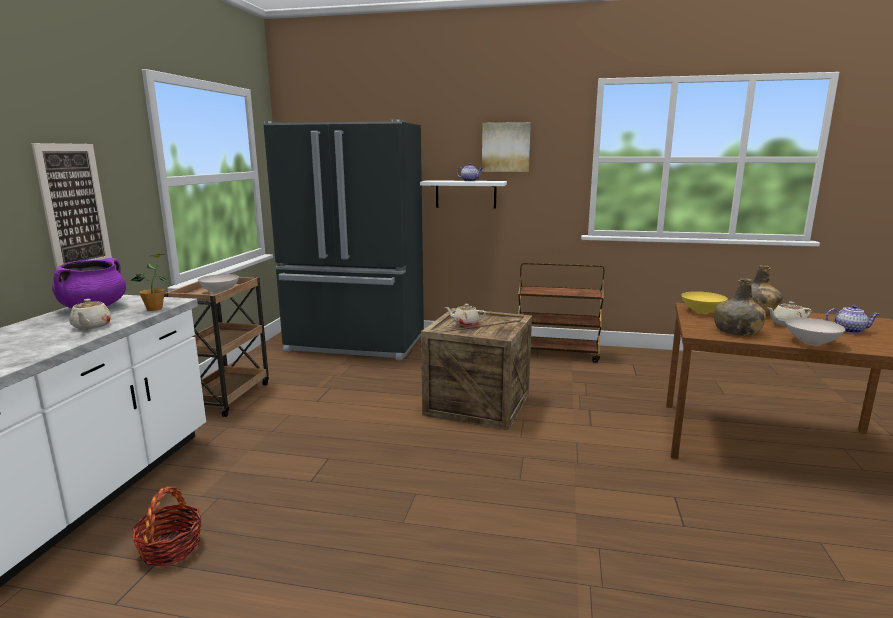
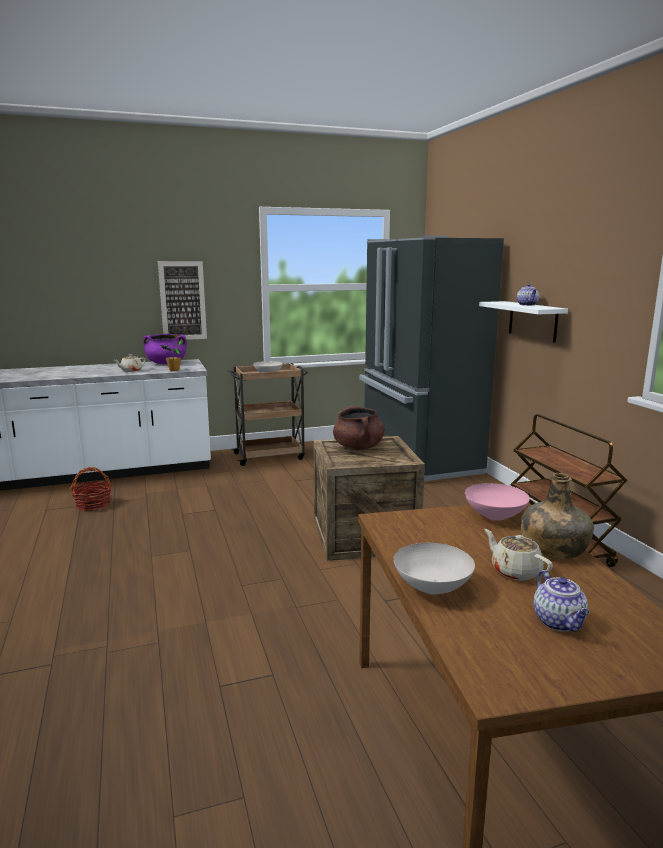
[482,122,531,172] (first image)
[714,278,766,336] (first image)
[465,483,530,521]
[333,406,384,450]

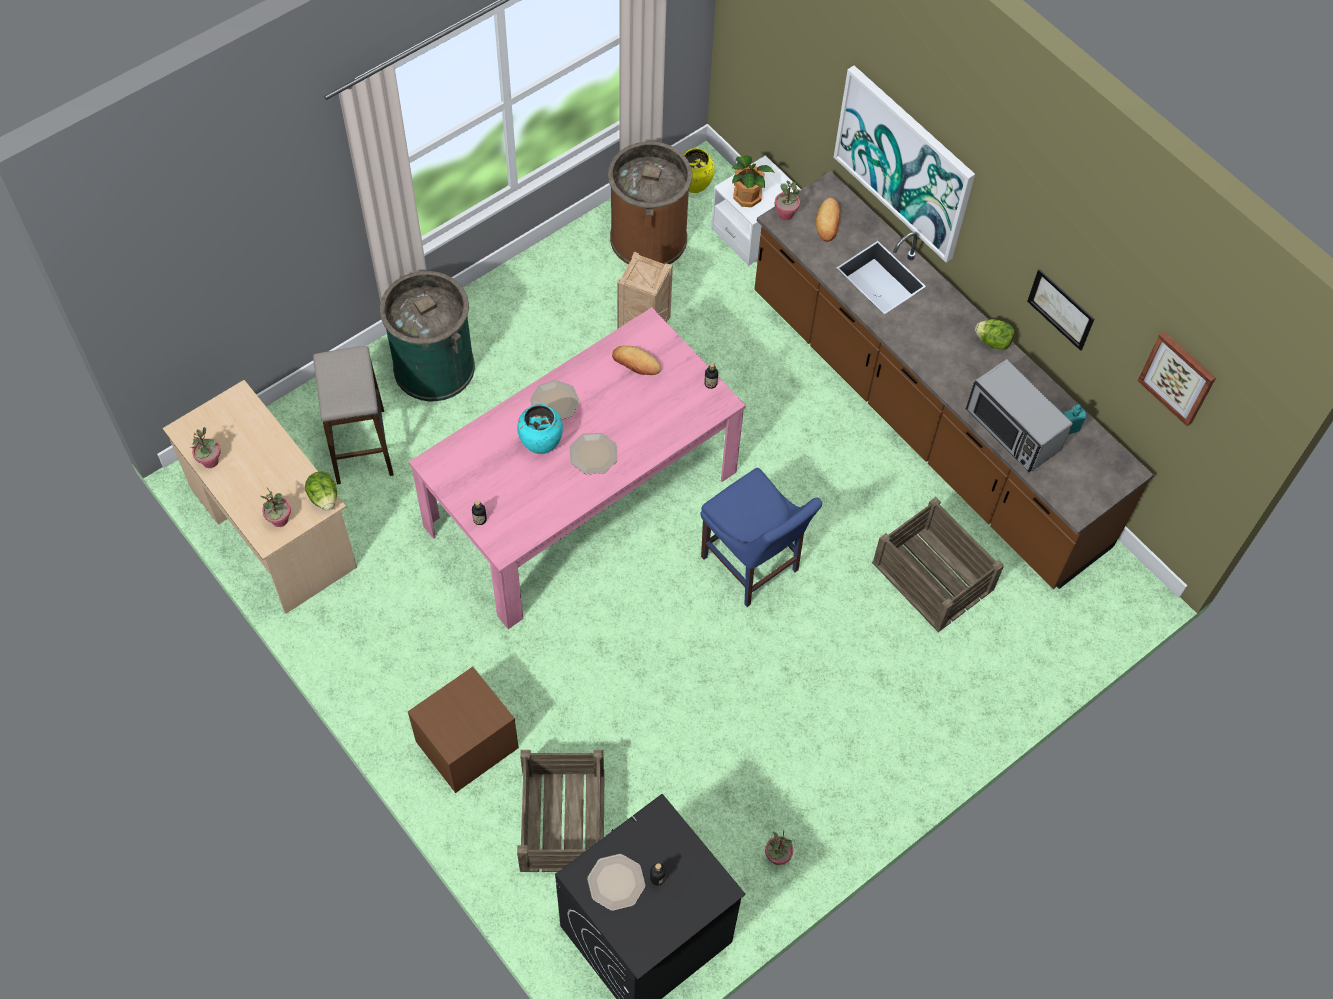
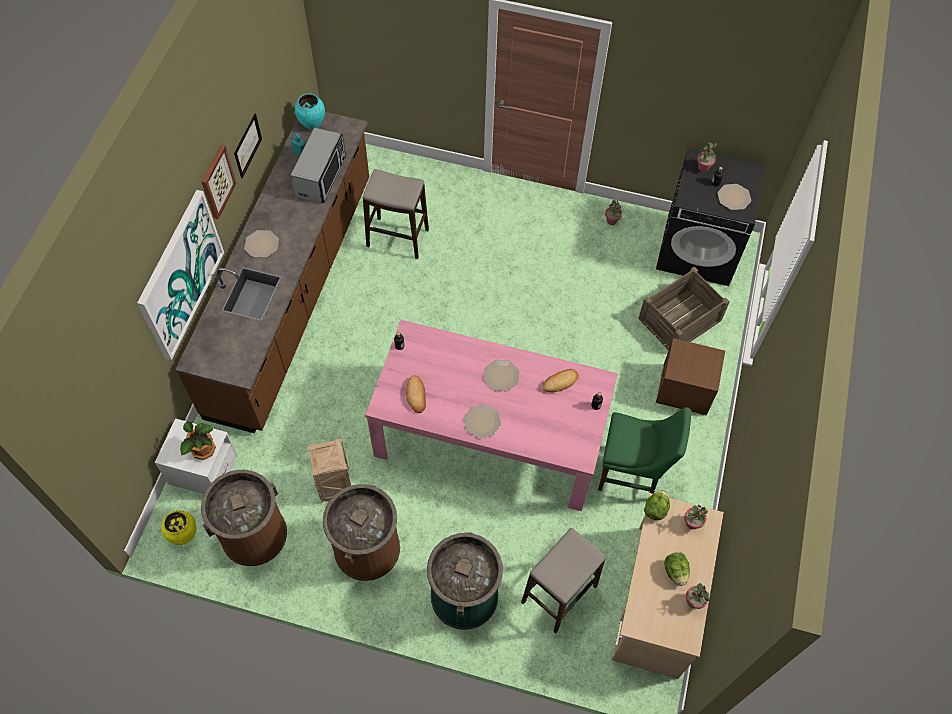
[697,143,717,172]
[542,369,579,392]
[664,552,690,586]
[201,145,237,219]
[295,93,325,130]
[700,468,822,607] (first image)
[363,169,429,259]
[244,230,279,258]
[598,407,691,494]
[323,484,400,581]

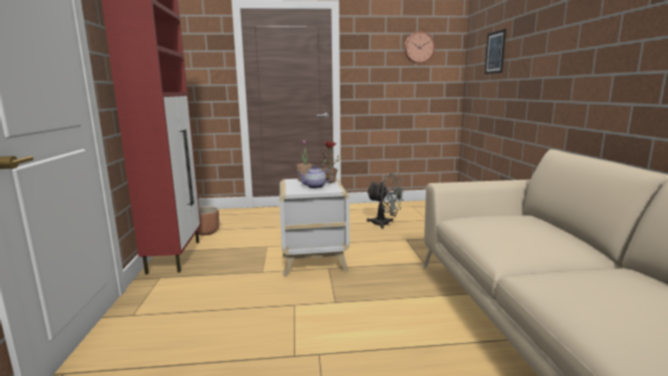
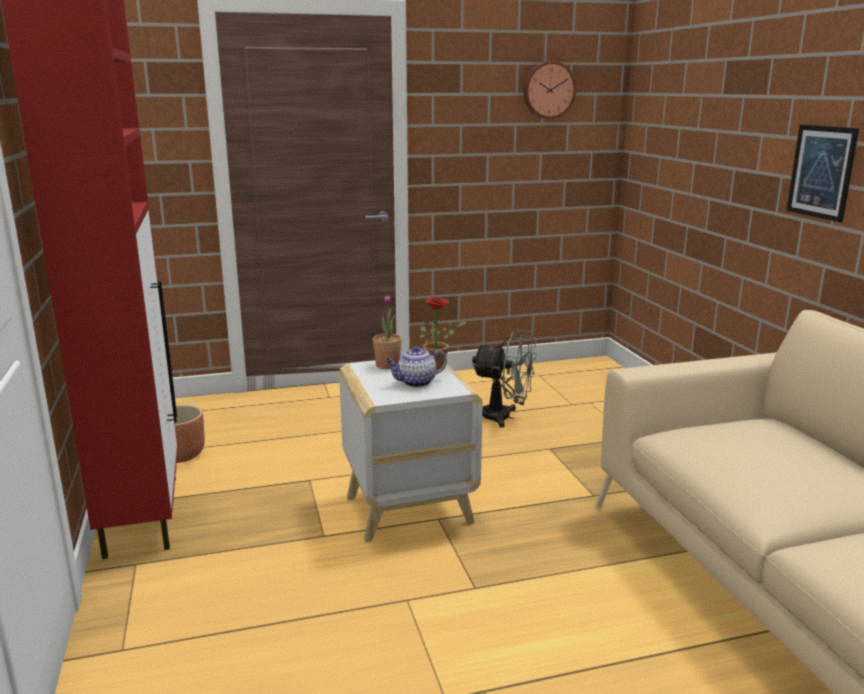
[787,125,859,222]

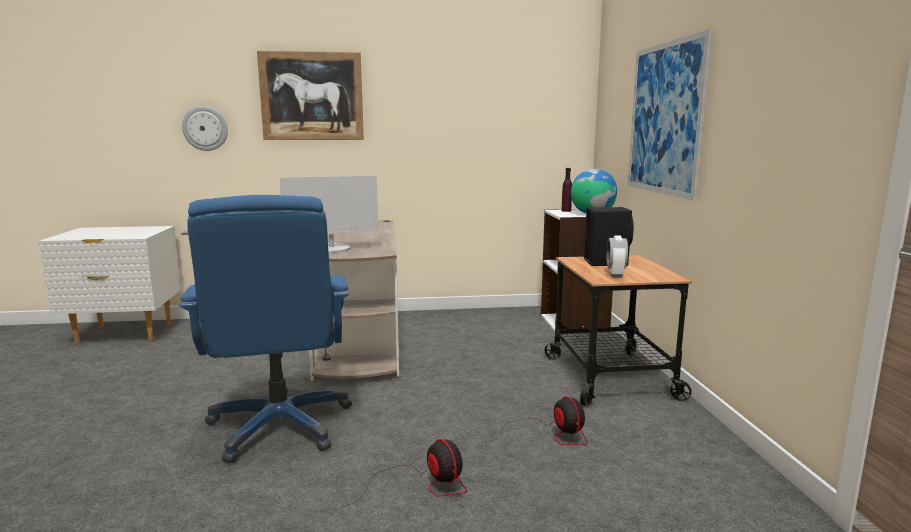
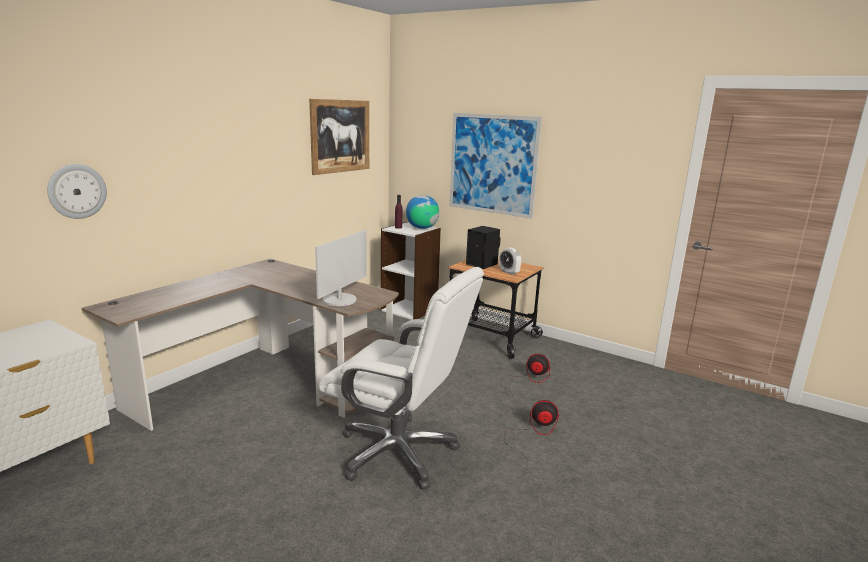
[309,99,369,175]
[318,267,484,490]

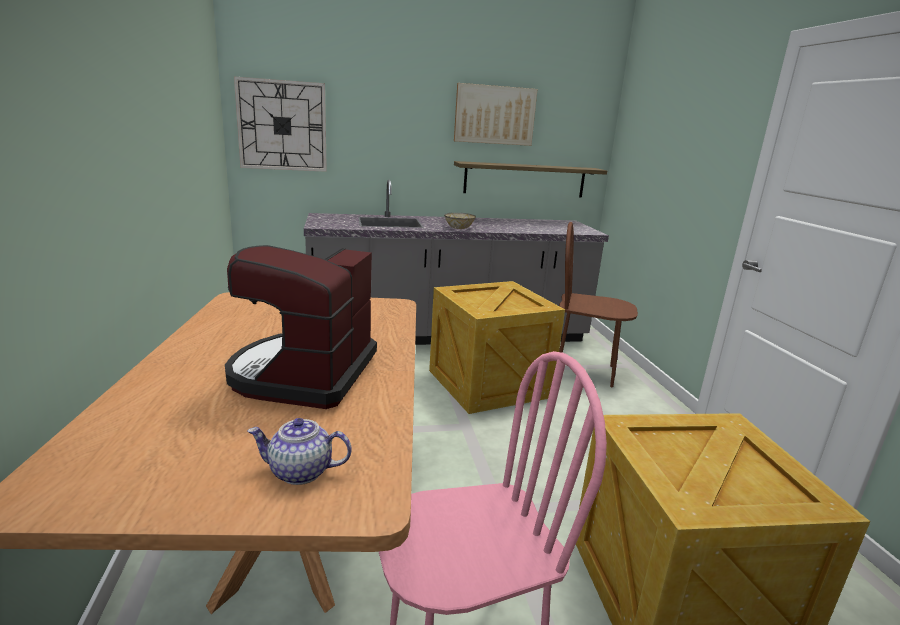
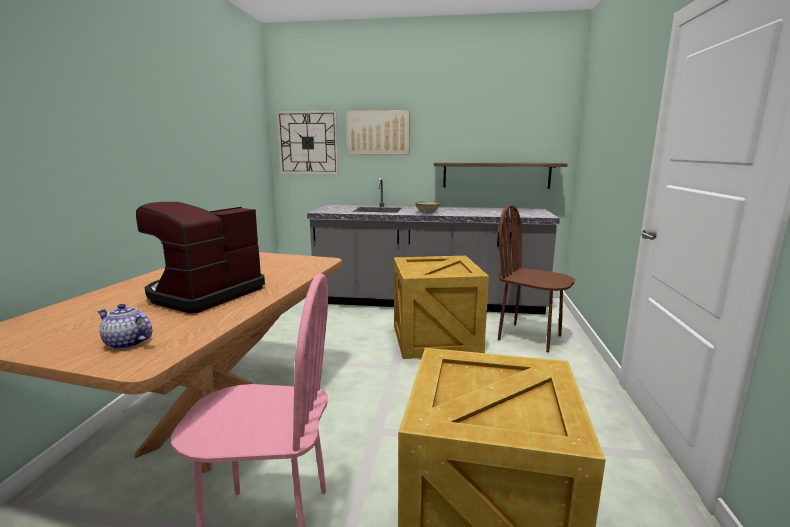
[346,110,410,155]

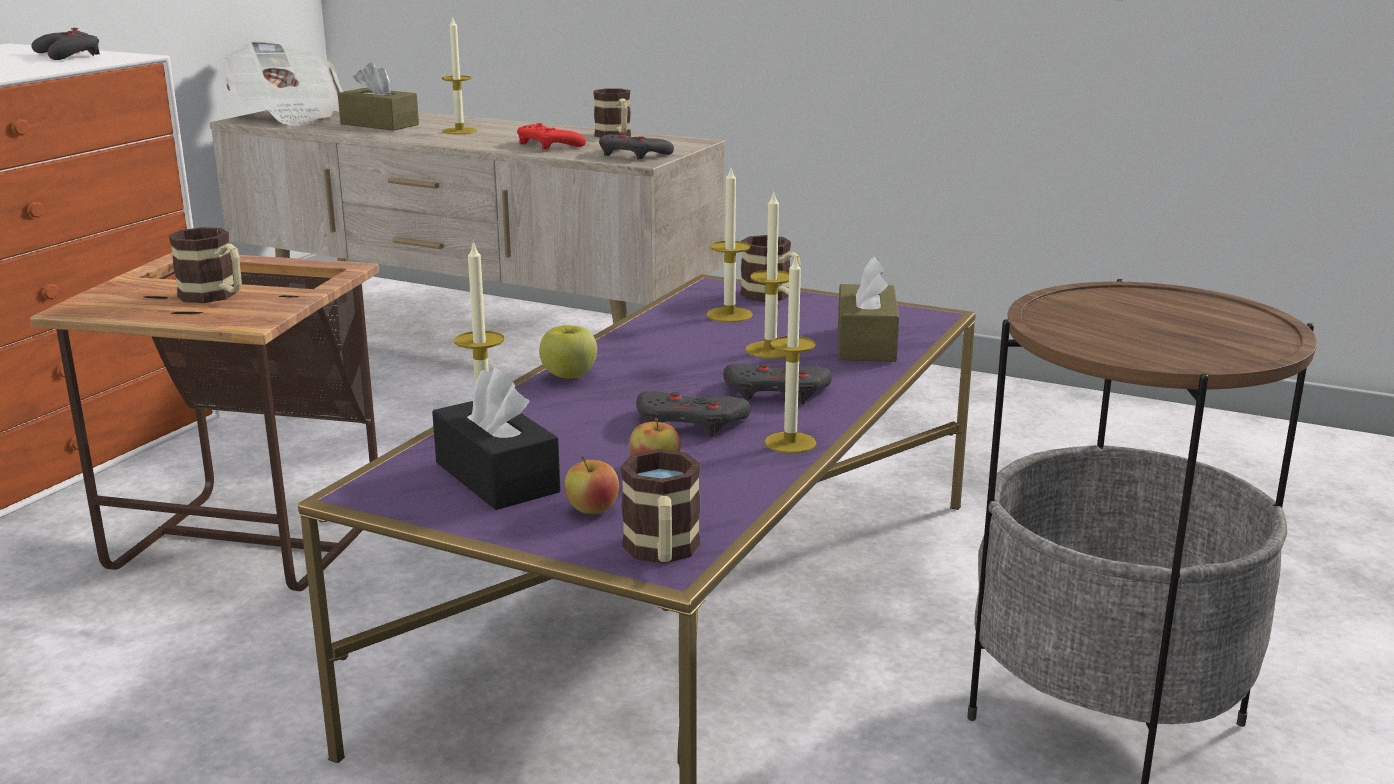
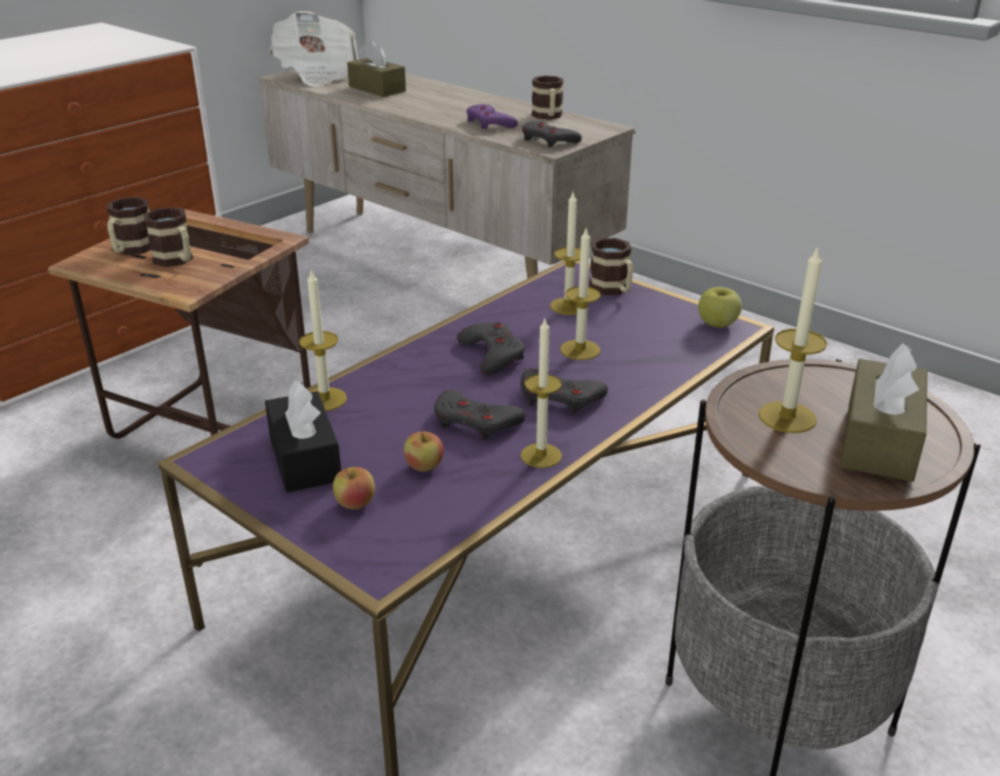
[758,246,827,433]
[457,322,525,375]
[466,104,518,129]
[840,343,927,482]
[698,287,742,327]
[106,197,151,255]

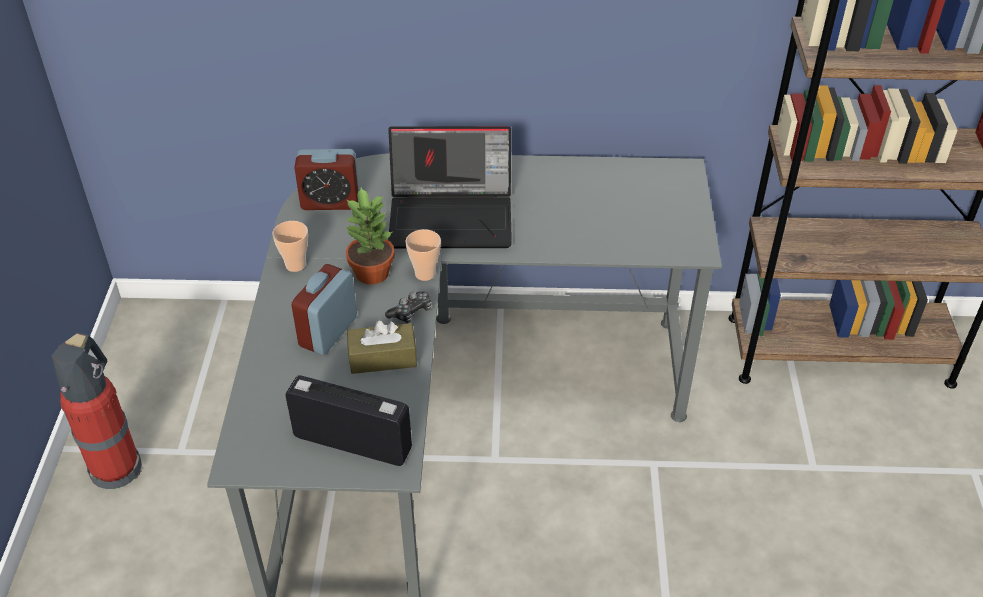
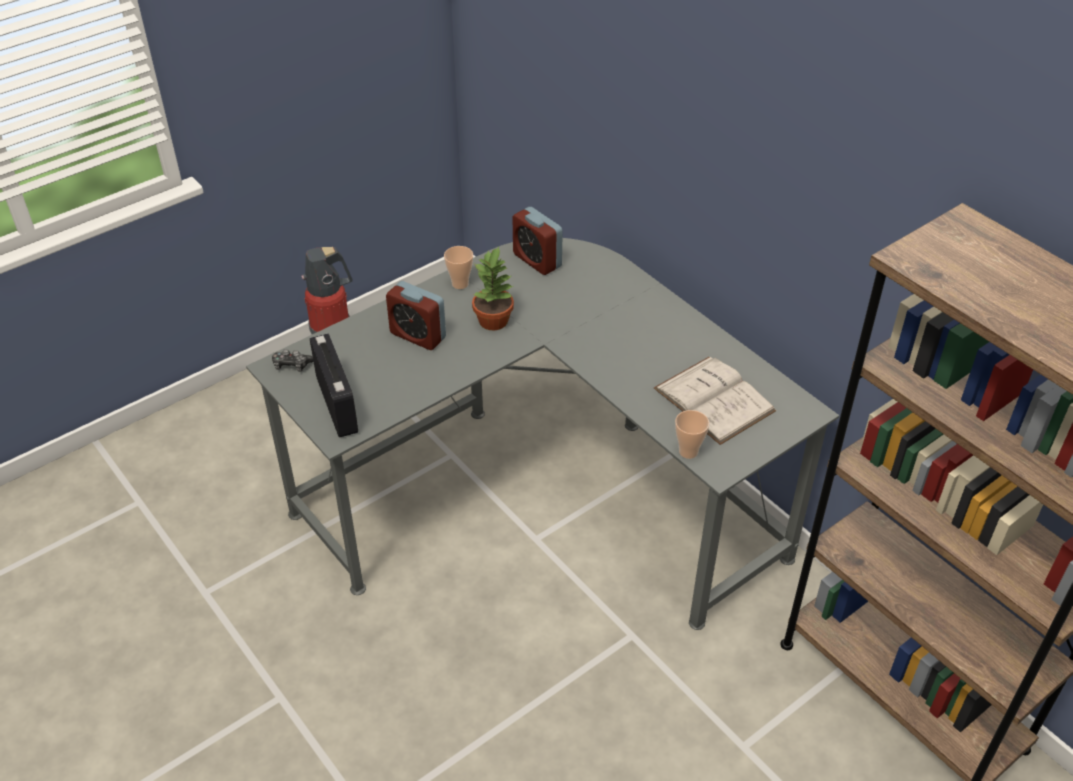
[388,126,512,248] (first image)
[675,410,710,459]
[386,281,446,350]
[272,349,313,372]
[347,321,417,374] (first image)
[654,357,776,445]

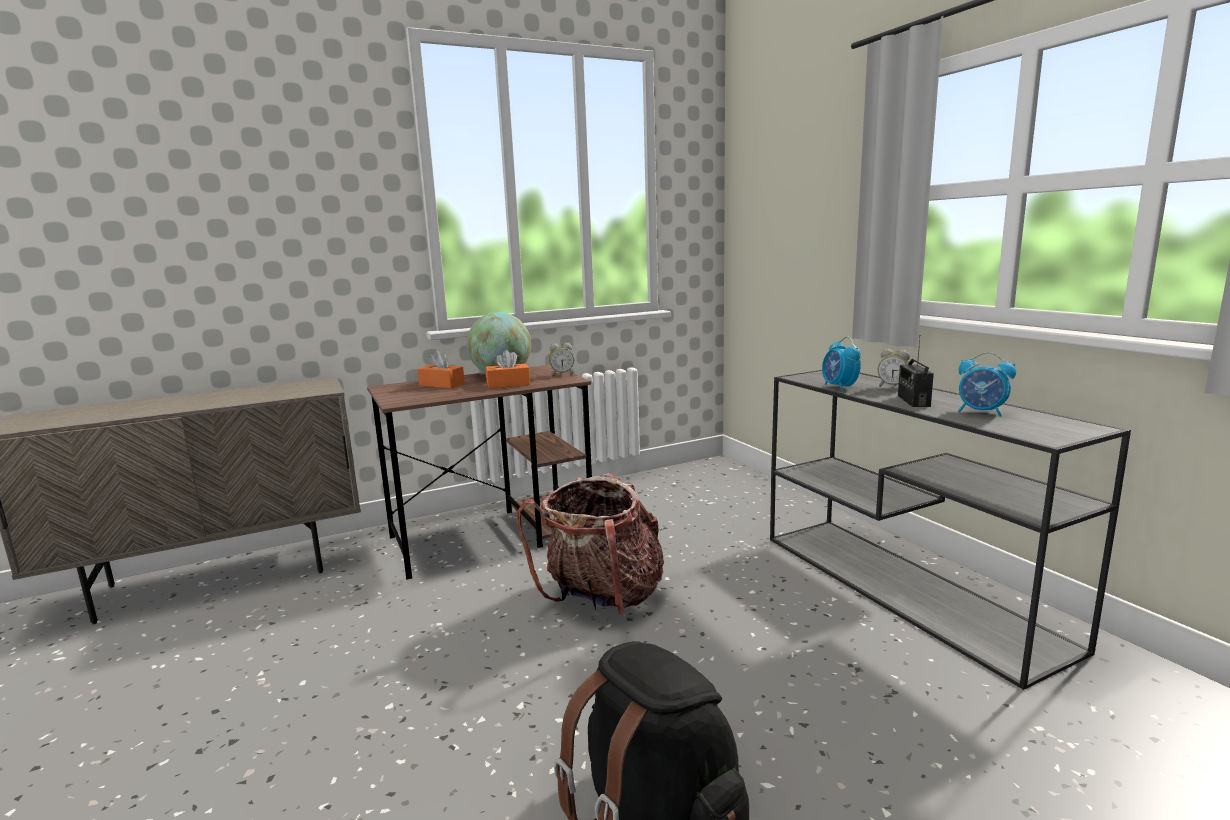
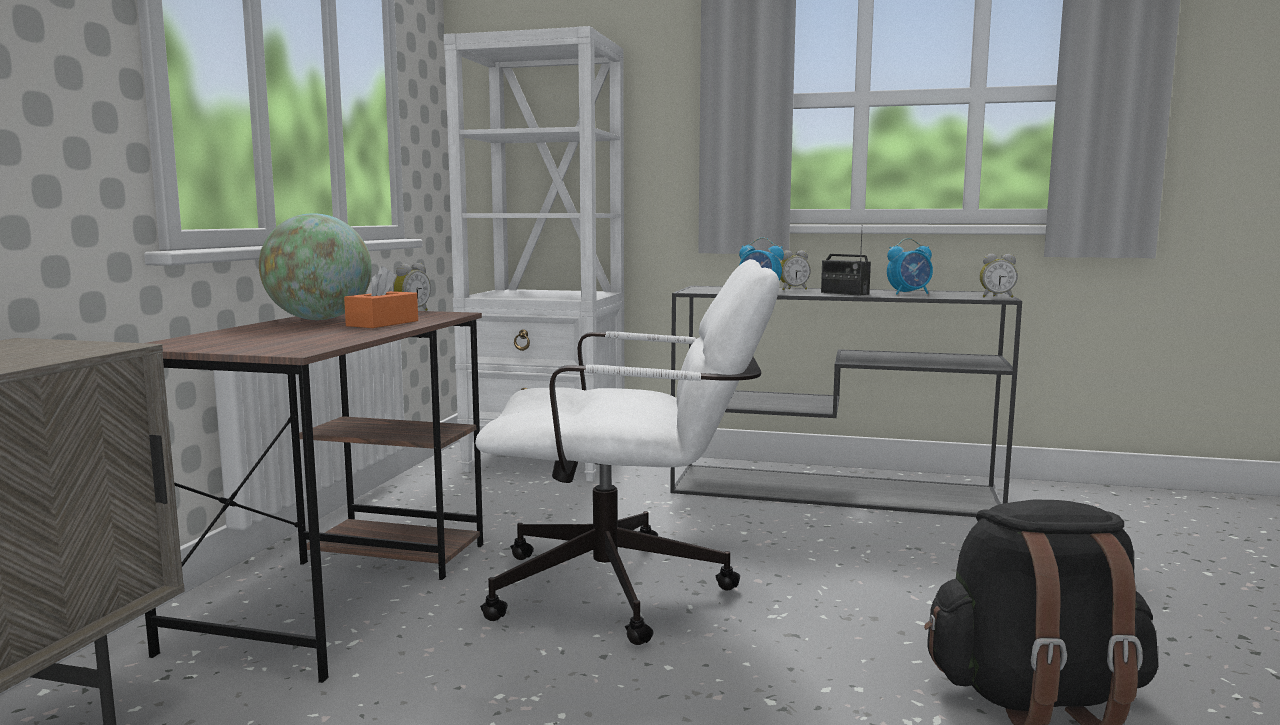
[417,351,465,388] (first image)
[475,259,779,645]
[443,26,624,482]
[980,254,1018,298]

